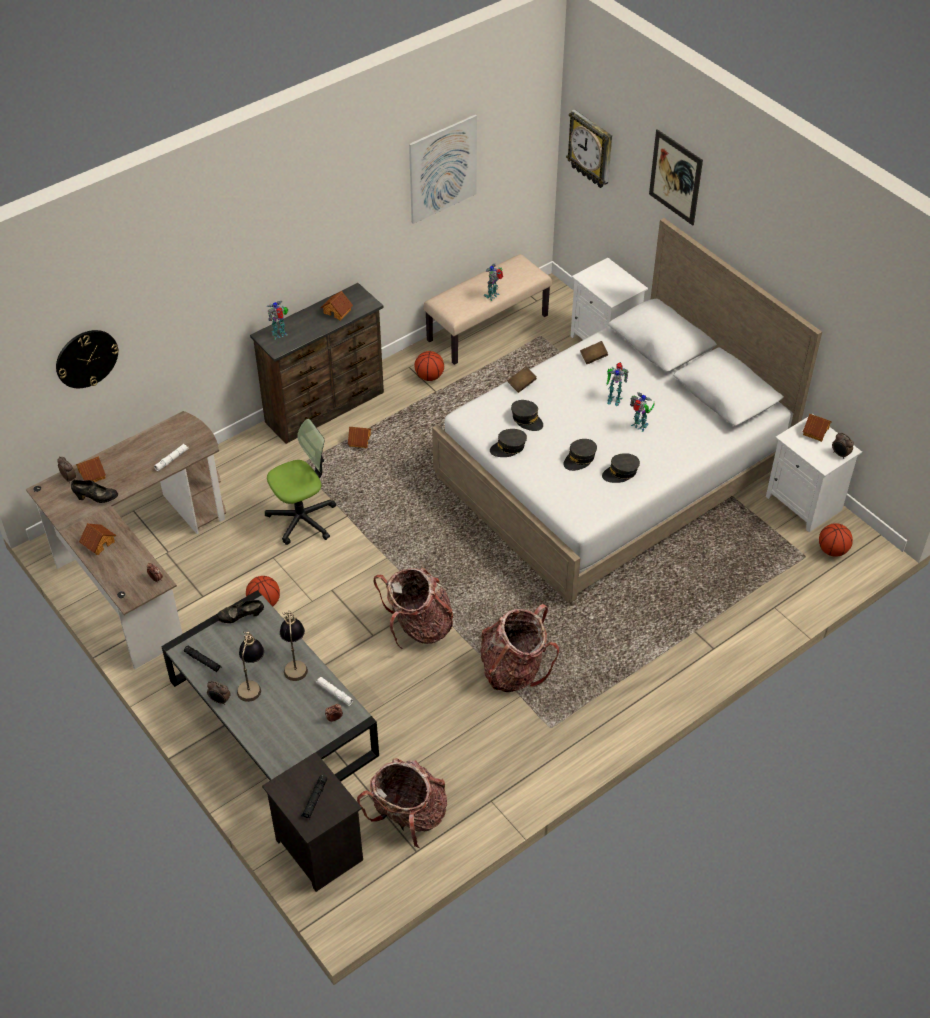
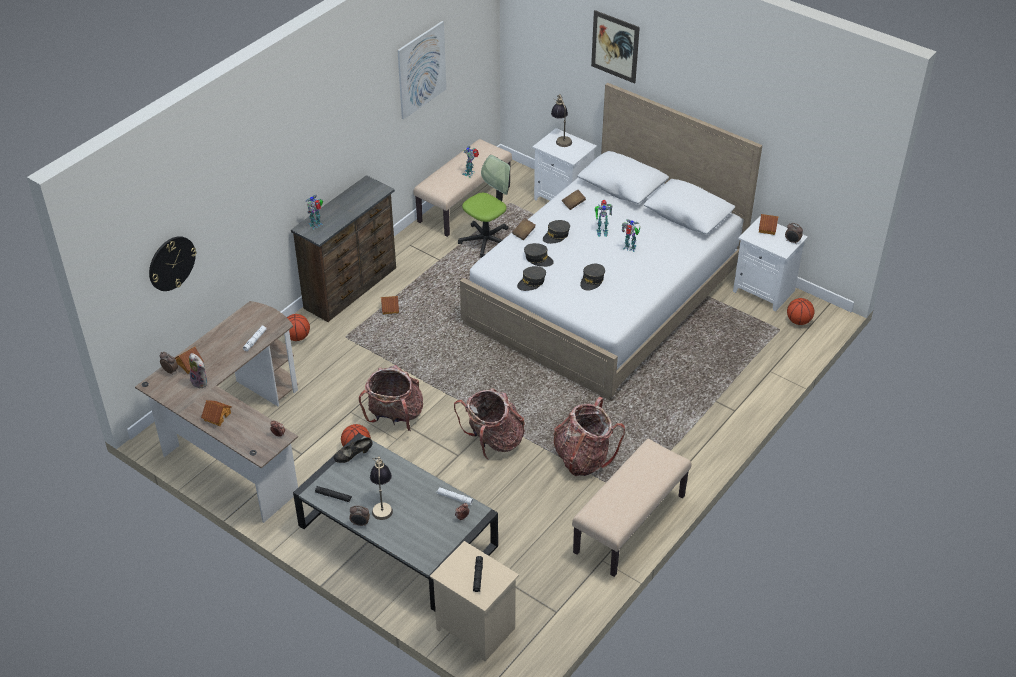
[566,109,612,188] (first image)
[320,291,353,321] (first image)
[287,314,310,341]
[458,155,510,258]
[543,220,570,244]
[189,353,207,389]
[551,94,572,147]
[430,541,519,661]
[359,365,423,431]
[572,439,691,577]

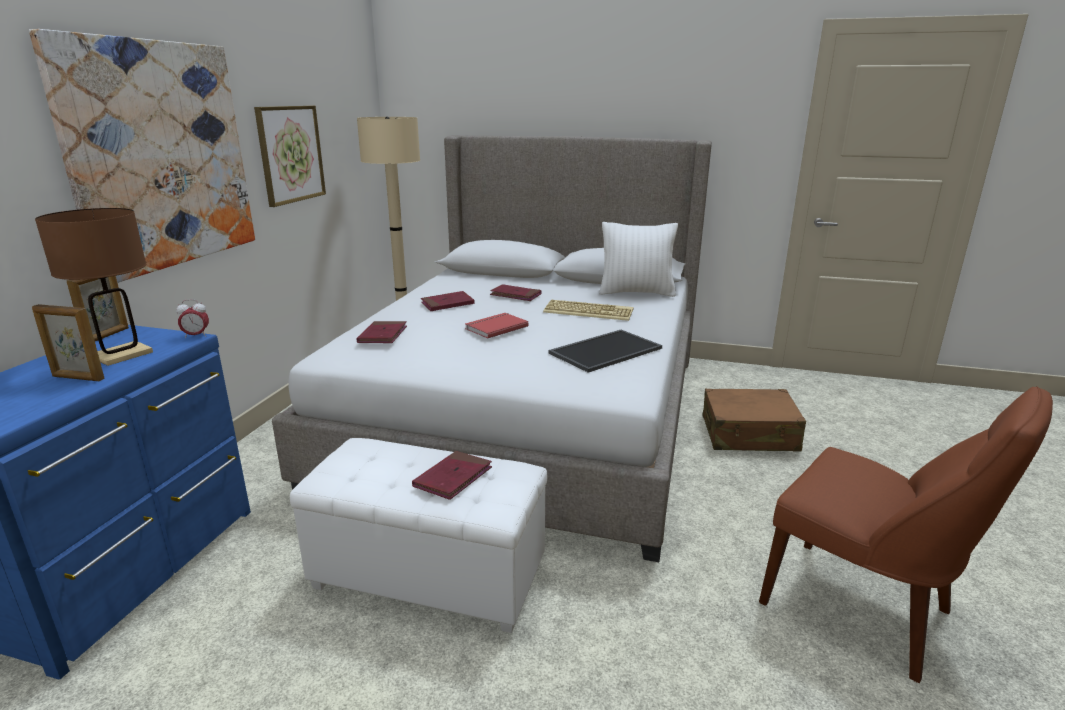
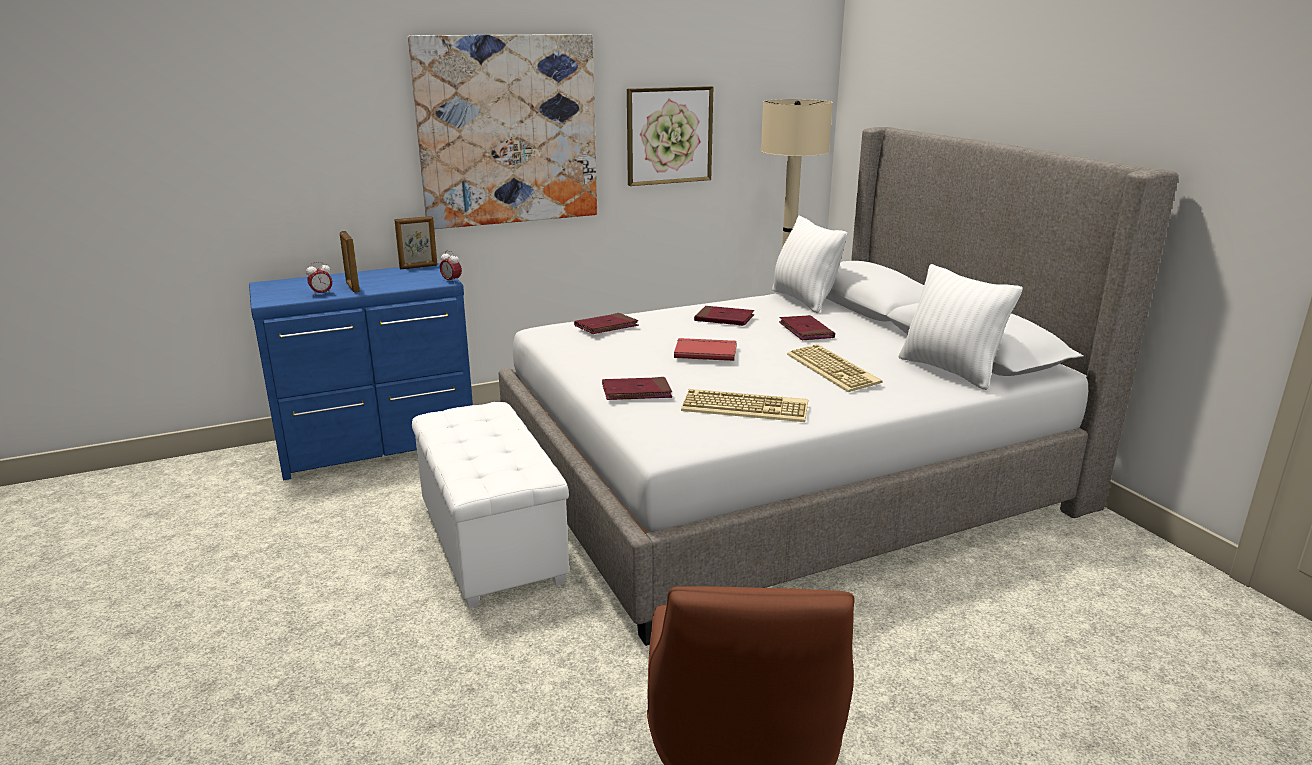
[35,208,153,366] (first image)
[681,389,808,422]
[702,389,806,452] (first image)
[602,377,672,400]
[772,216,847,313]
[306,262,332,295]

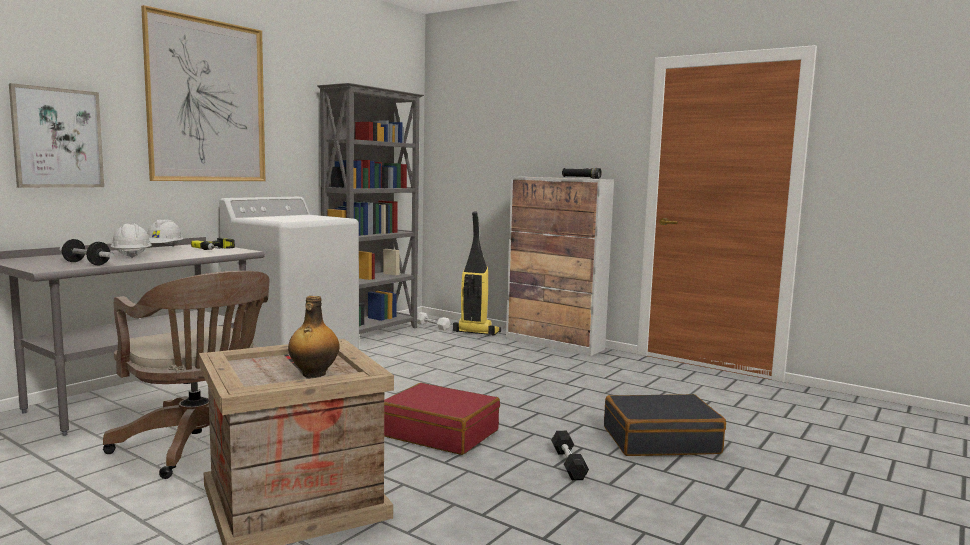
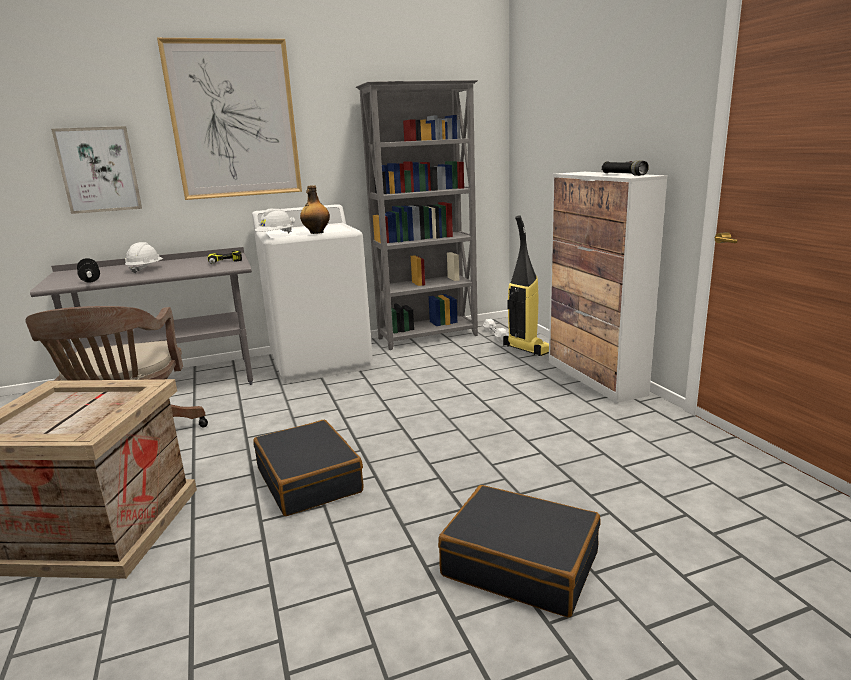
[255,209,293,233]
[300,186,330,234]
[253,420,363,516]
[551,431,589,480] (first image)

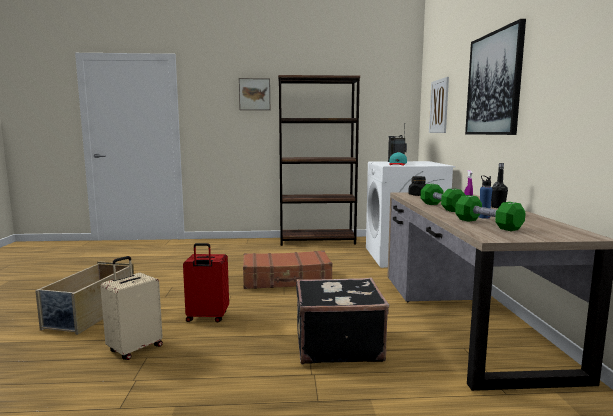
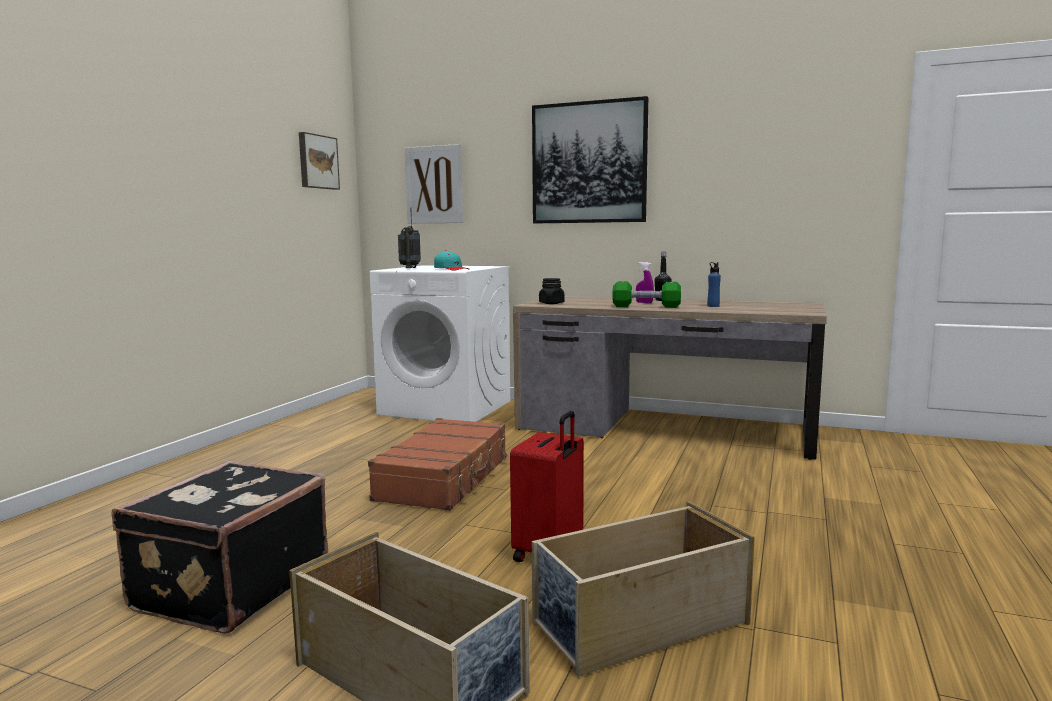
[278,75,360,246] (first image)
[299,132,340,190]
[455,195,526,231] (first image)
[532,501,755,677]
[112,461,328,634]

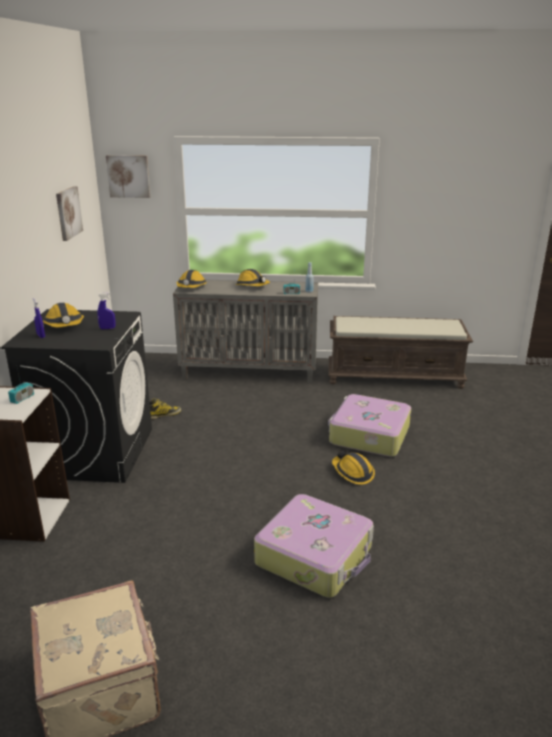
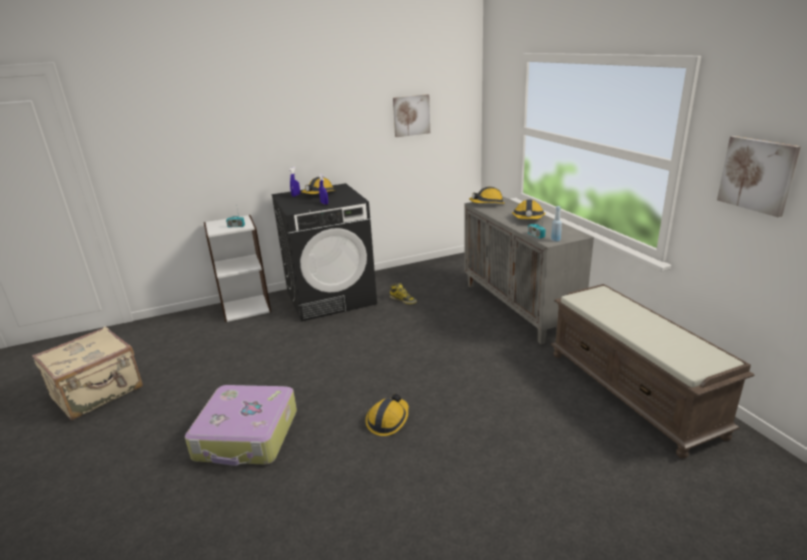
[717,136,801,217]
[328,394,411,457] (first image)

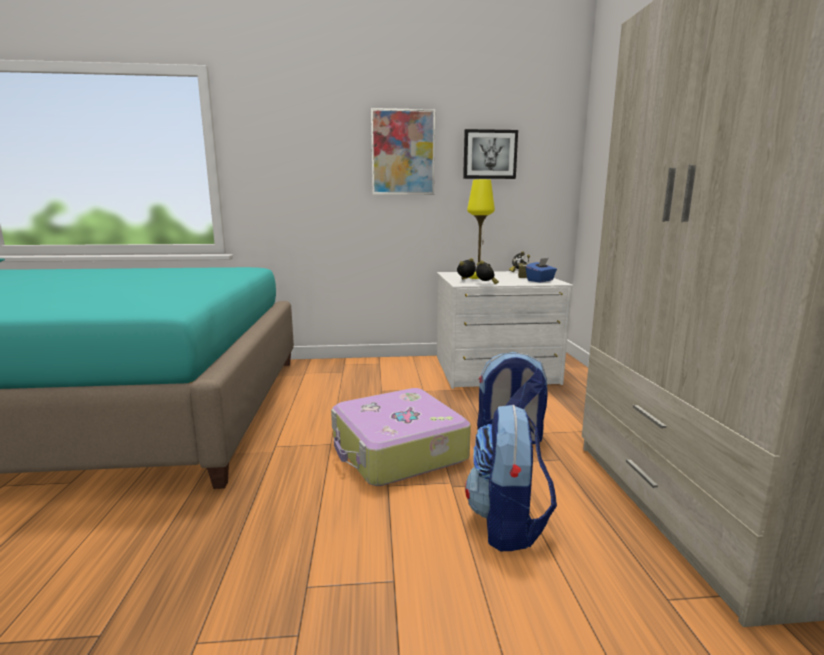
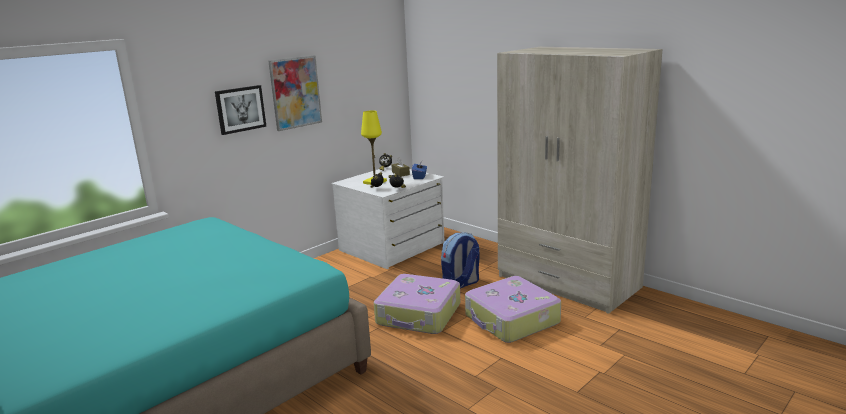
[215,85,267,135]
[465,276,561,343]

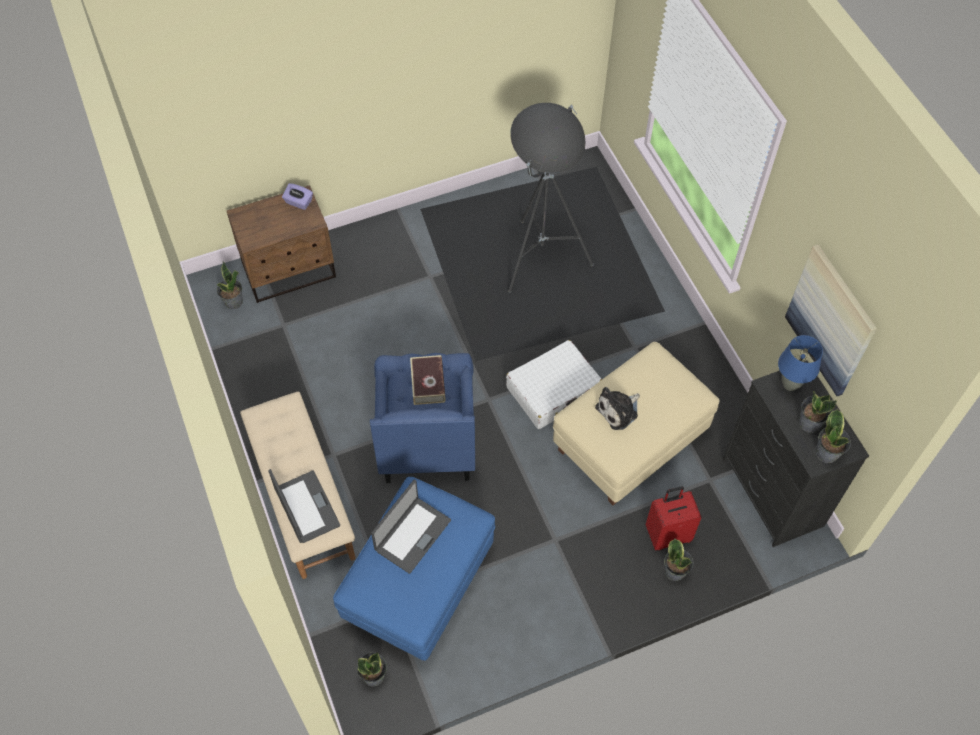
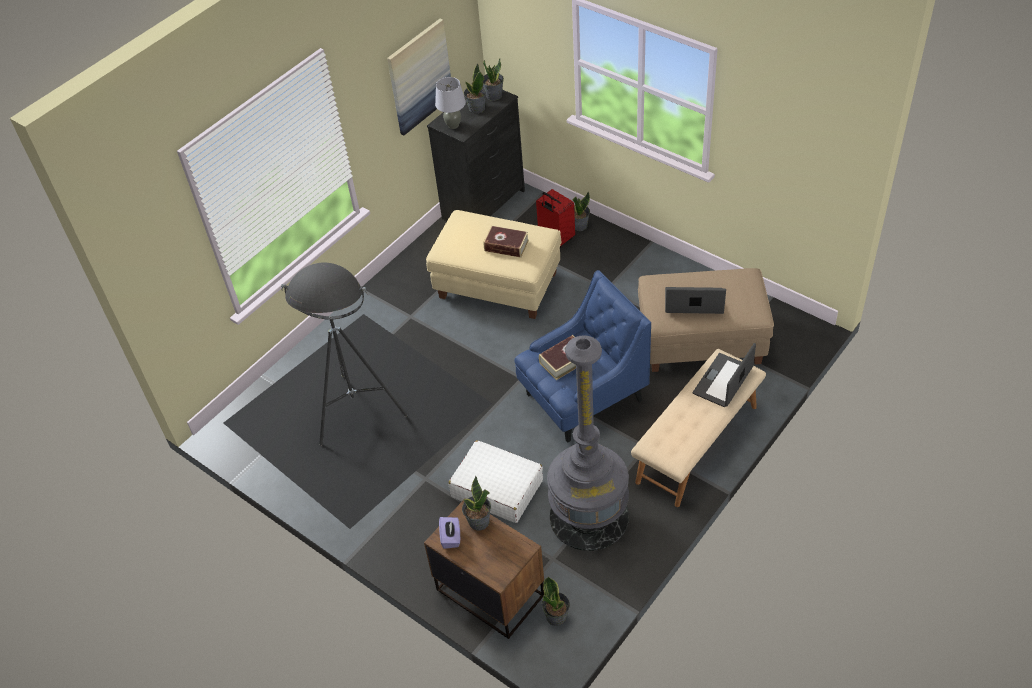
[435,77,466,129]
[449,440,543,523]
[483,225,529,258]
[638,268,774,372]
[462,475,491,531]
[547,336,629,551]

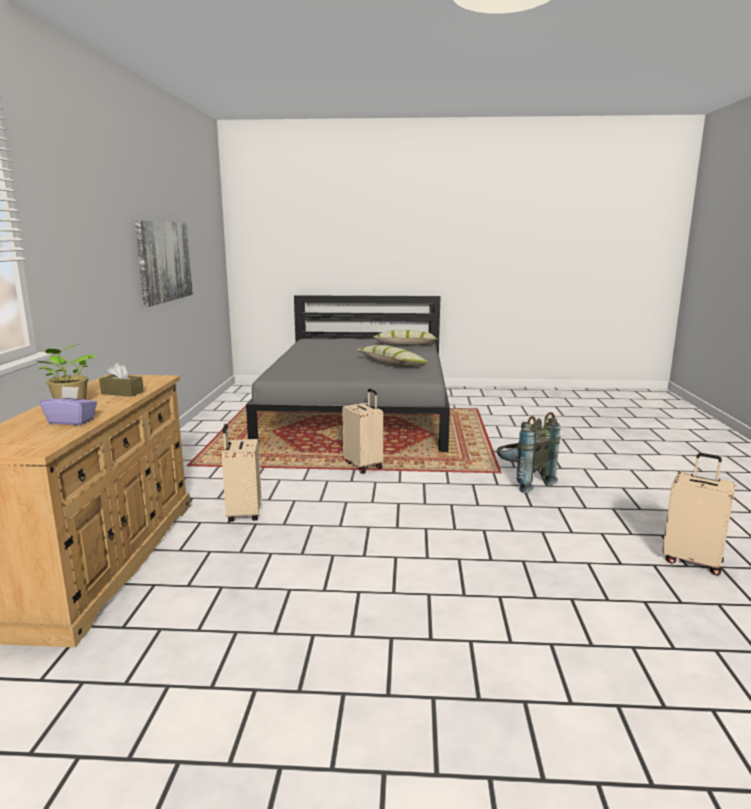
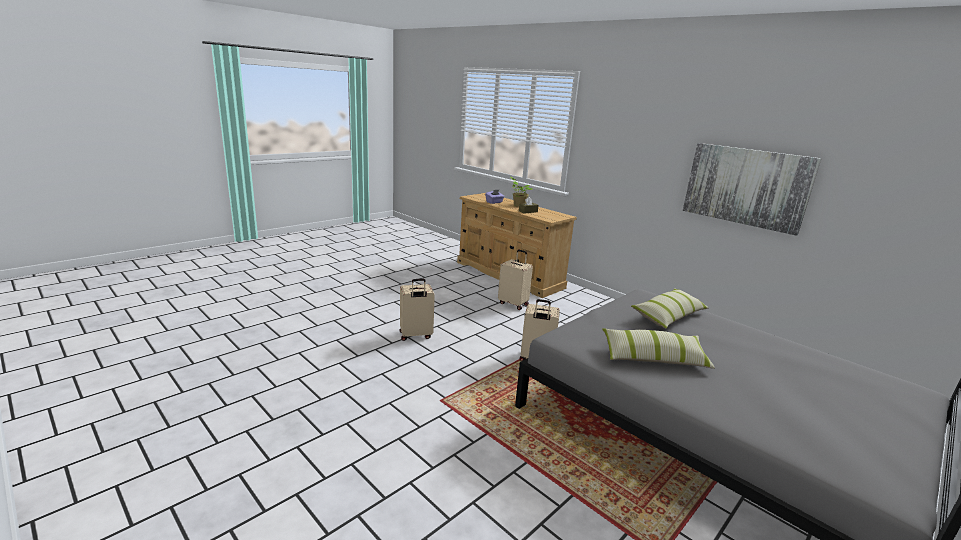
[631,288,709,329]
[497,412,560,493] (first image)
[399,279,435,341]

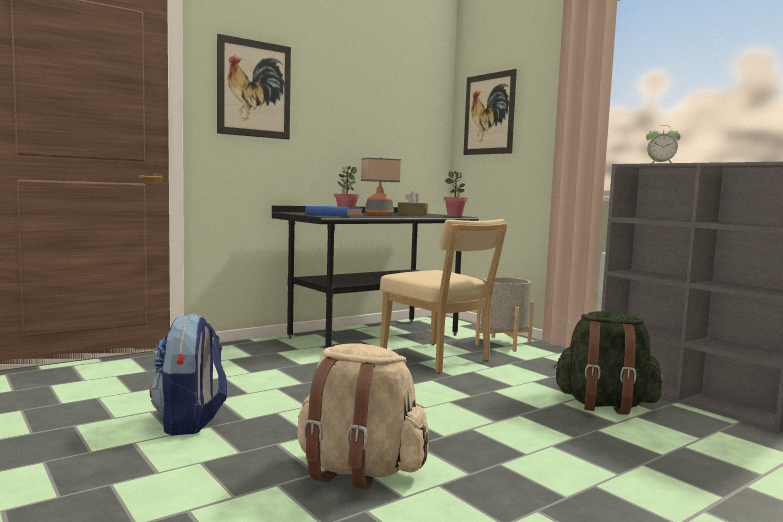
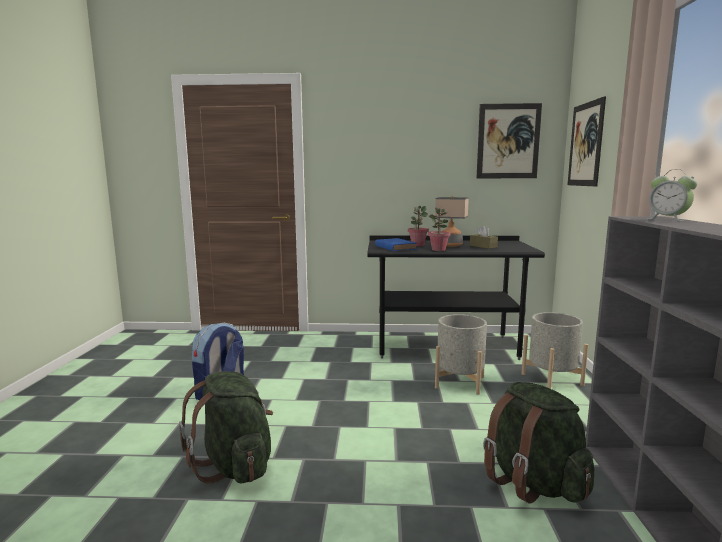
[477,103,542,178]
[428,207,450,251]
[435,314,487,395]
[179,371,273,483]

